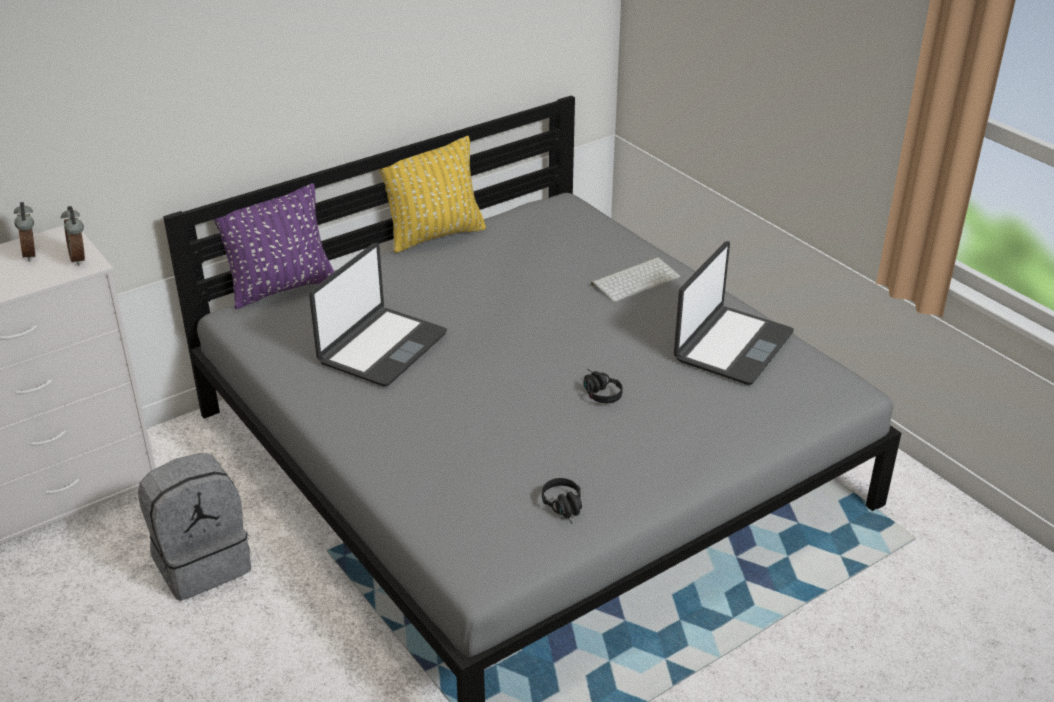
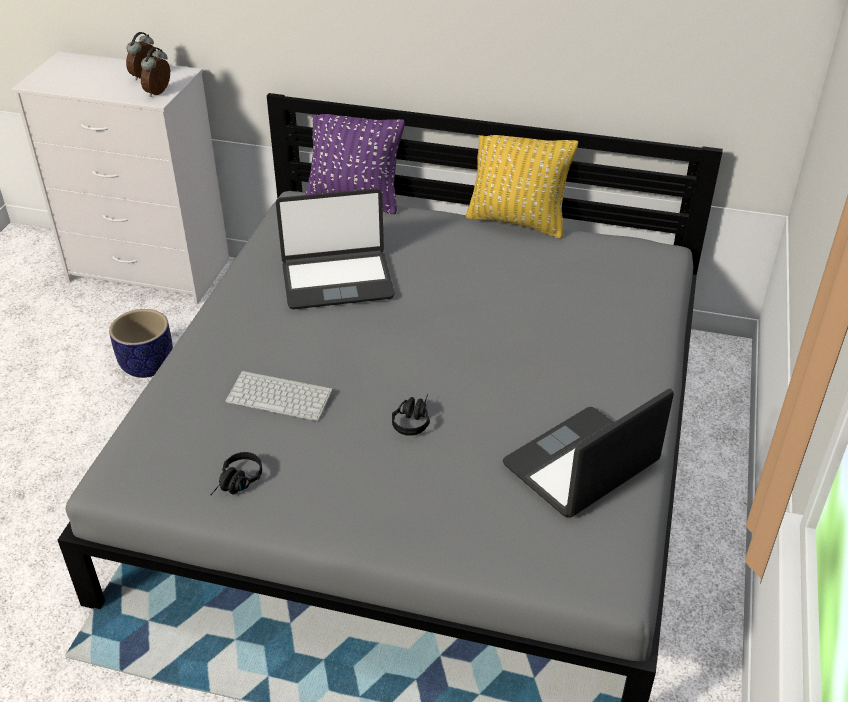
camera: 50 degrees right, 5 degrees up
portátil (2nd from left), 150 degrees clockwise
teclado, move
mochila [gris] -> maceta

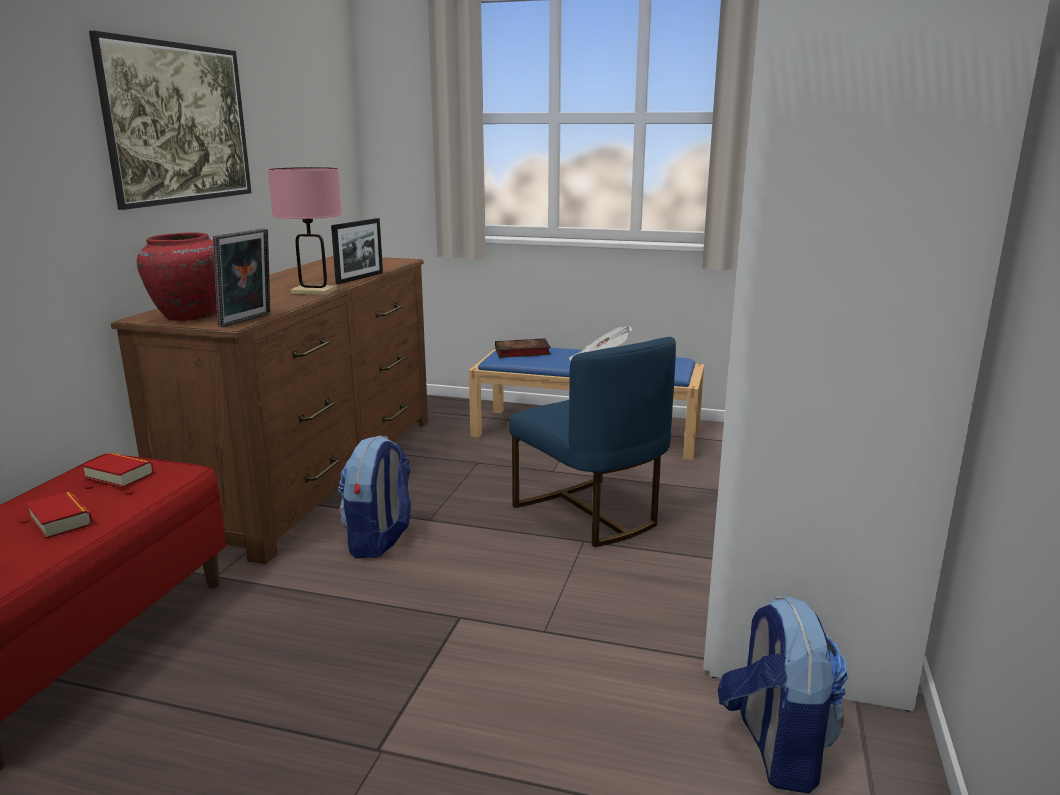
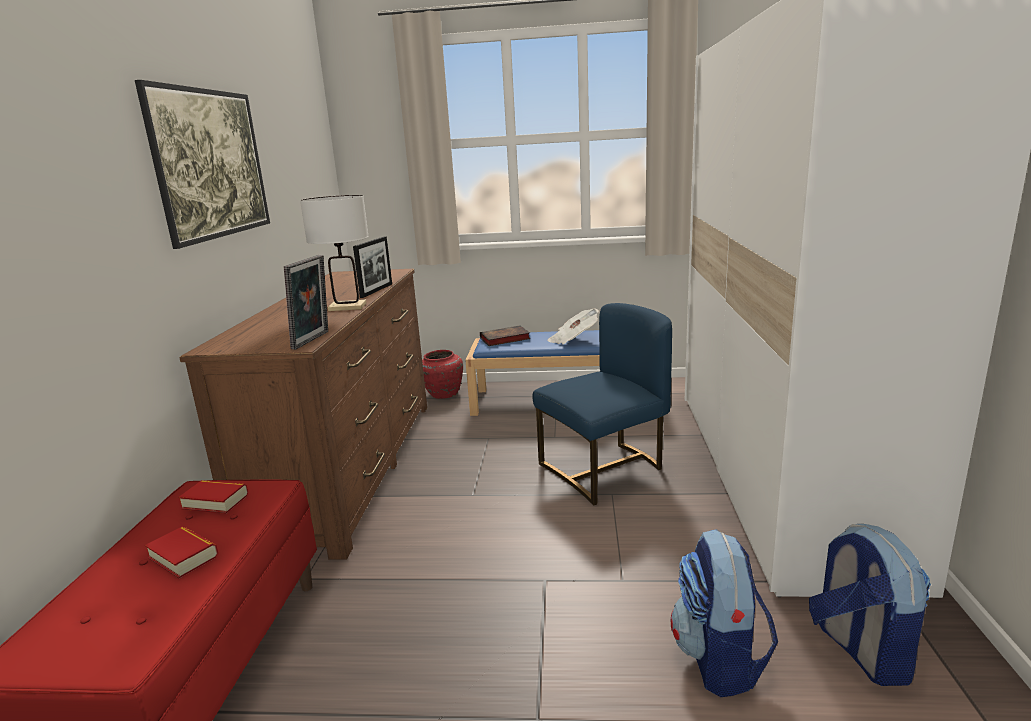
camera: 10 degrees left, 0 degrees up
lámpara de mesa [rosa] -> lámpara de mesa [blanco]
florero [rojo], move
silla [azul], 75 degrees counterclockwise
mochila (1st from left), move

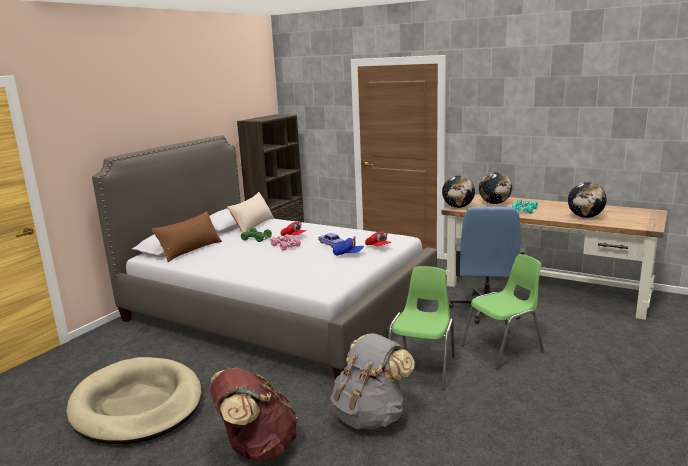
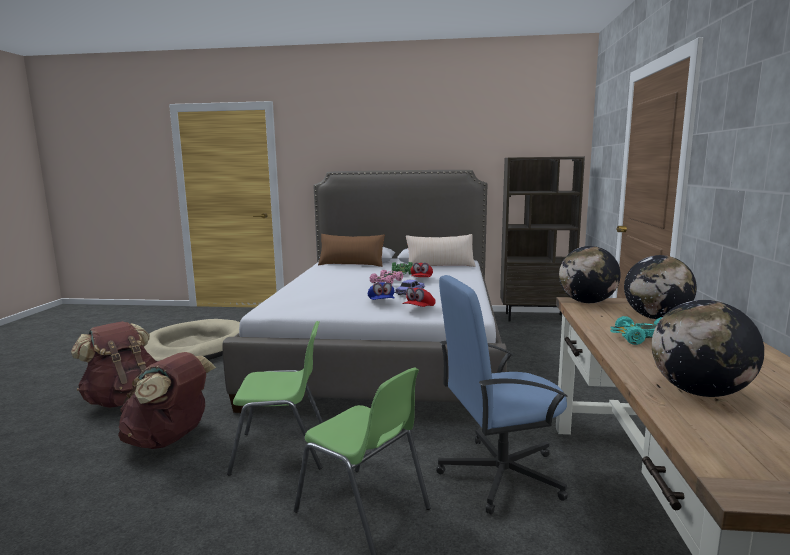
camera: 65 degrees right, 5 degrees down
mochila [gris] -> mochila [marrón] (2nd from left)

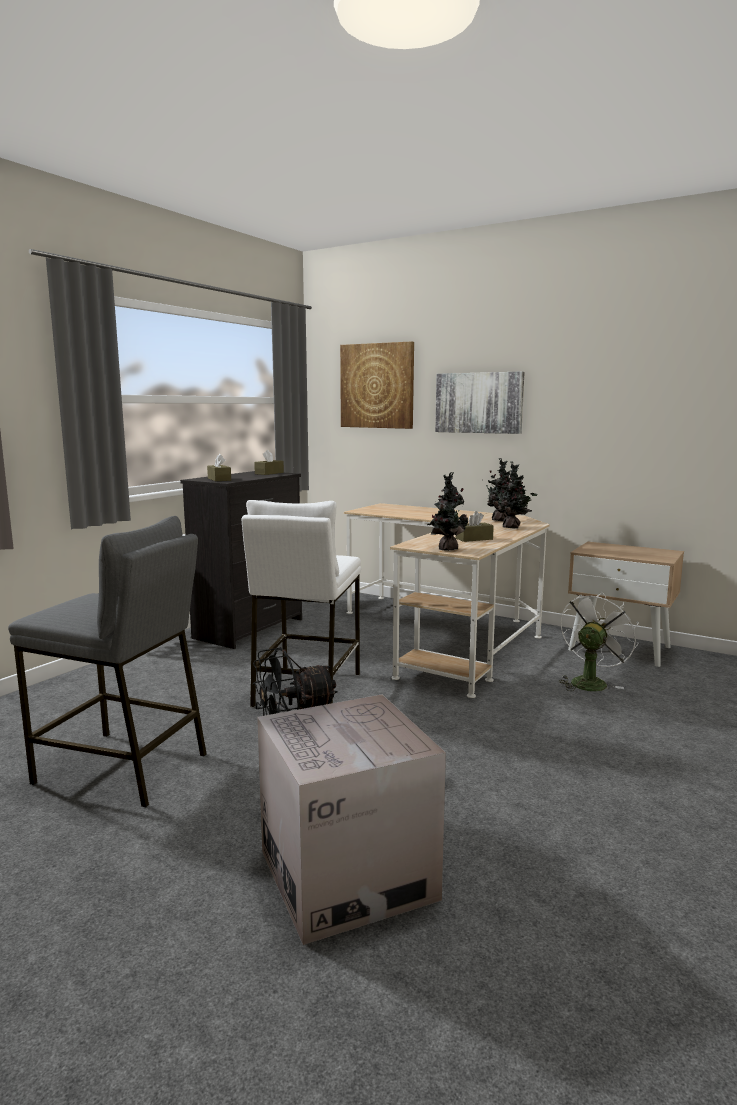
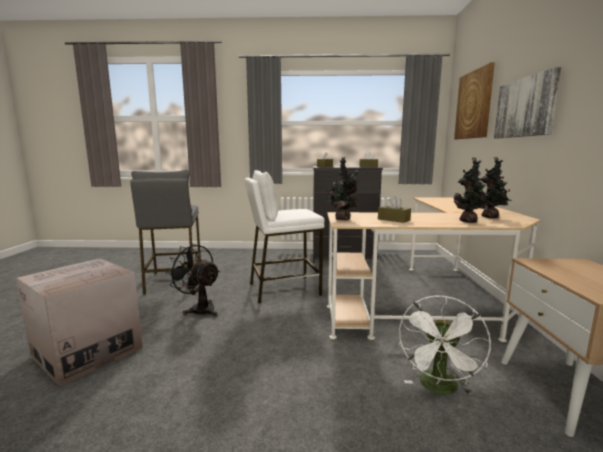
camera: 60 degrees right, 0 degrees up
ventilador [blanco], 105 degrees clockwise

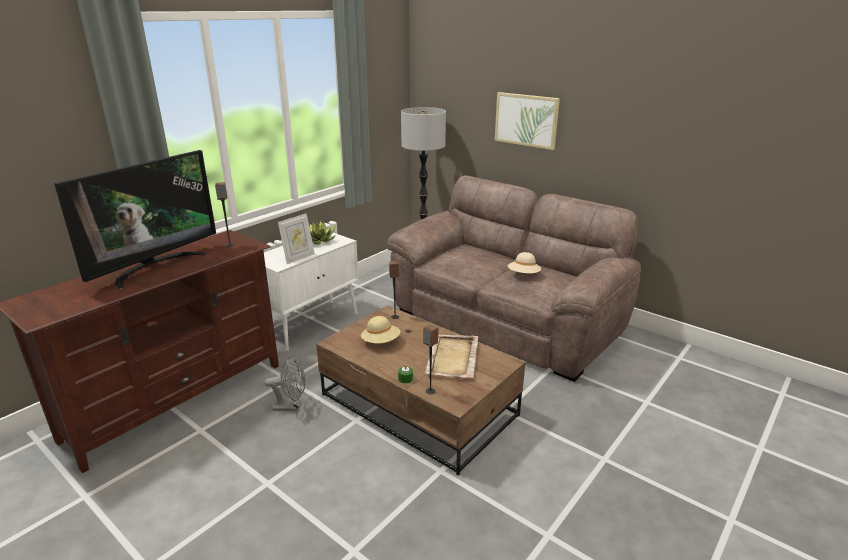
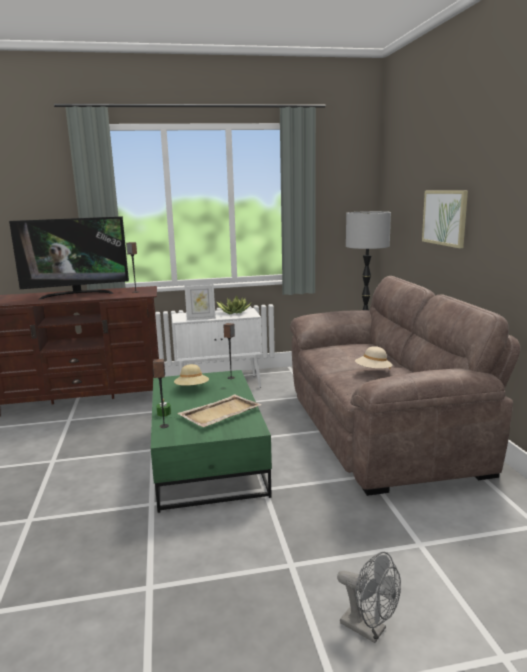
camera: 40 degrees right, 10 degrees down
mesa de centro [marrón] -> mesa de centro [verde]
ventilador [gris], move

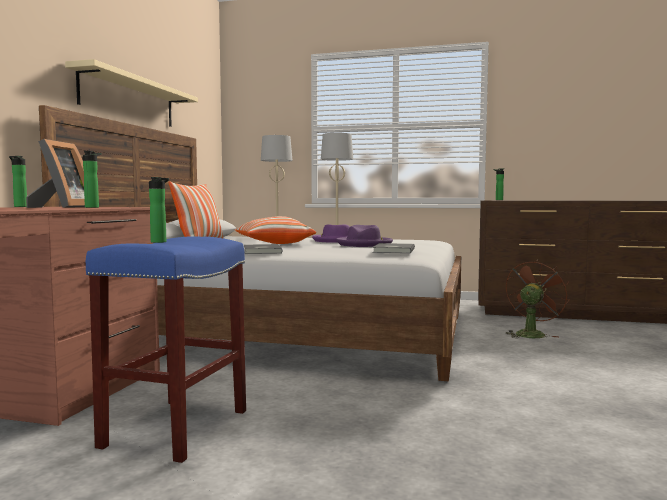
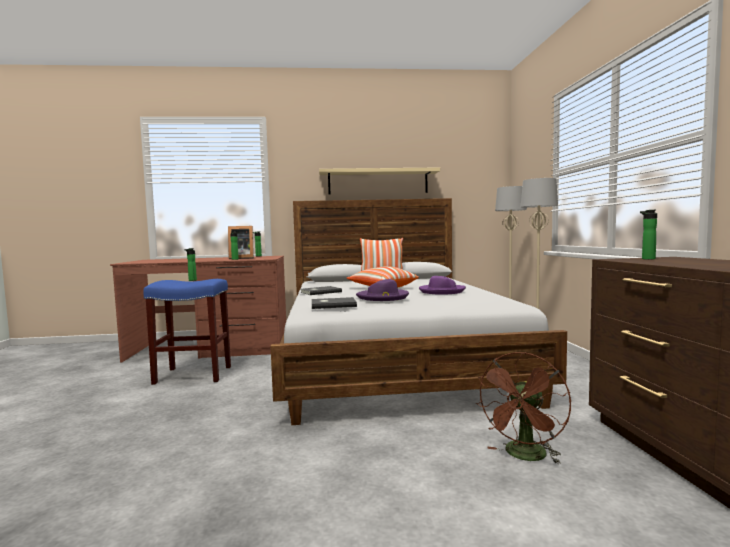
camera: 70 degrees right, 0 degrees up
ventilador [marrón], 105 degrees clockwise

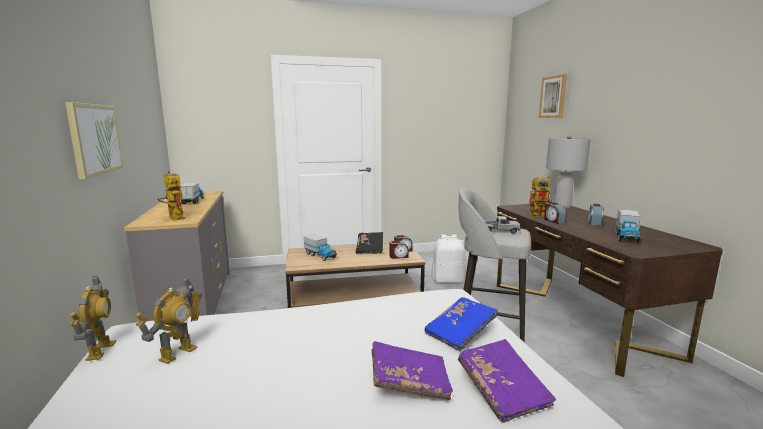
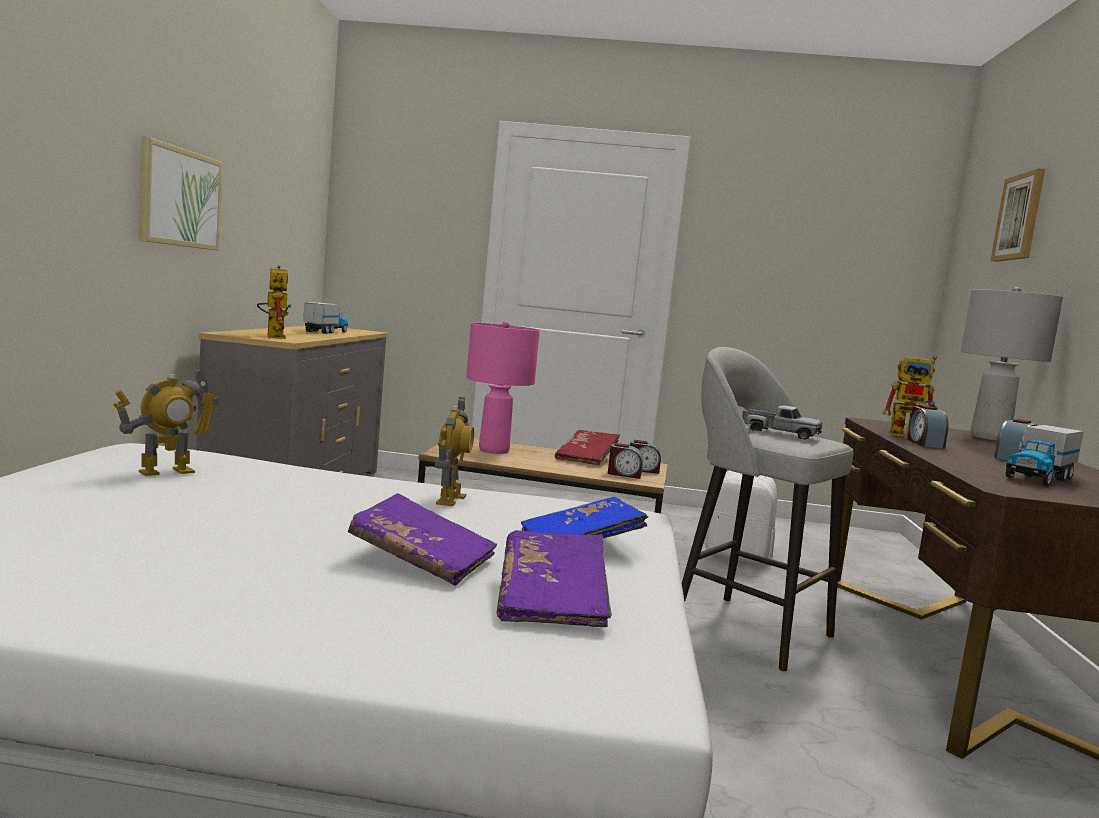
camera: 20 degrees right, 5 degrees down
libro [negro] -> libro [rojo]
camión de juguete (2nd from left) -> lámpara de mesa [rosa]
robot de juguete (1st from left in the first image) -> robot de juguete (3rd from left), move

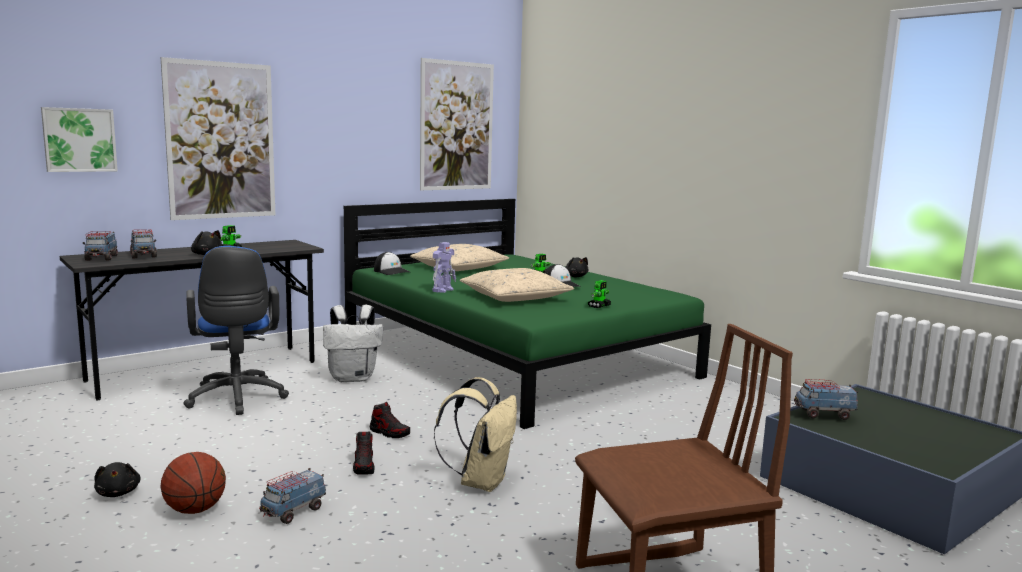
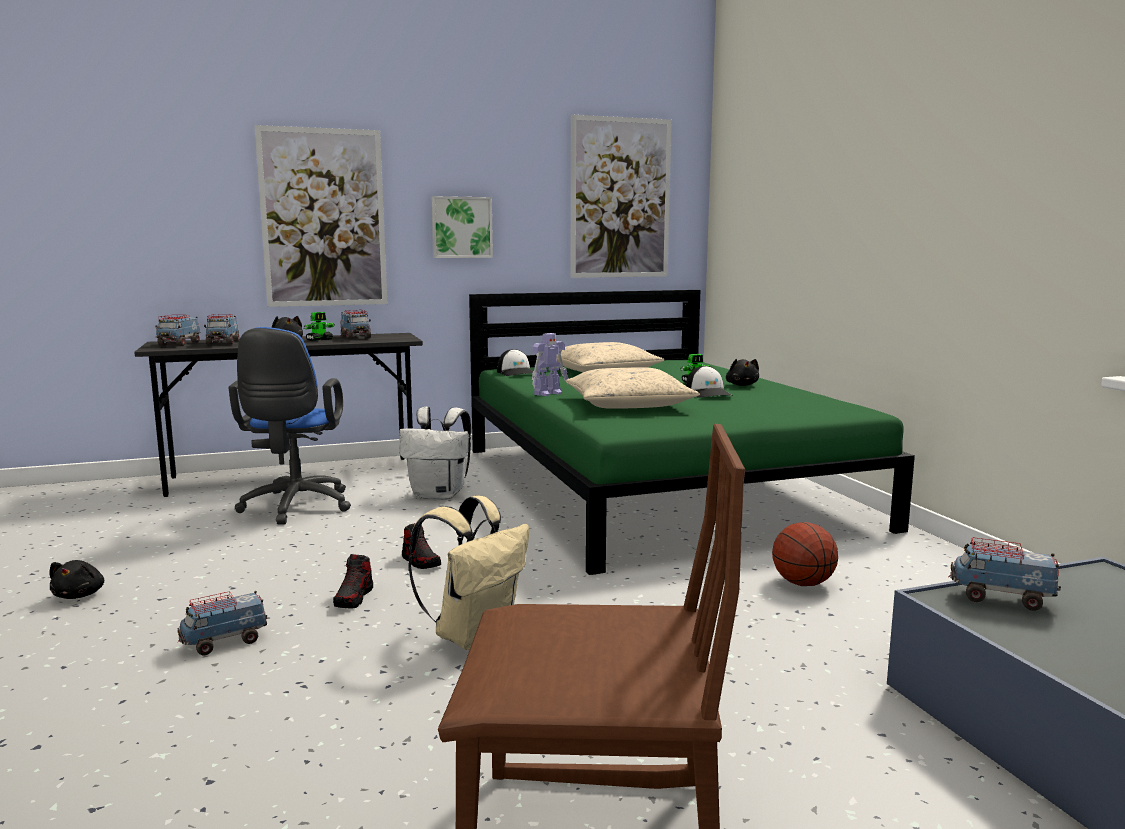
camera: 20 degrees right, 0 degrees up
cuadro (1st from left in the first image) -> cuadro (2nd from left), move
robot de juguete (4th from left) -> none
balón de baloncesto, move
none -> camión de juguete (4th from left)

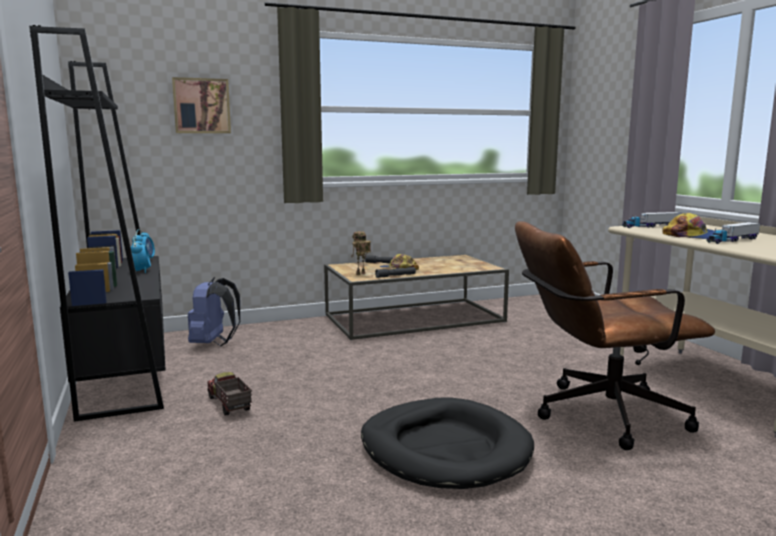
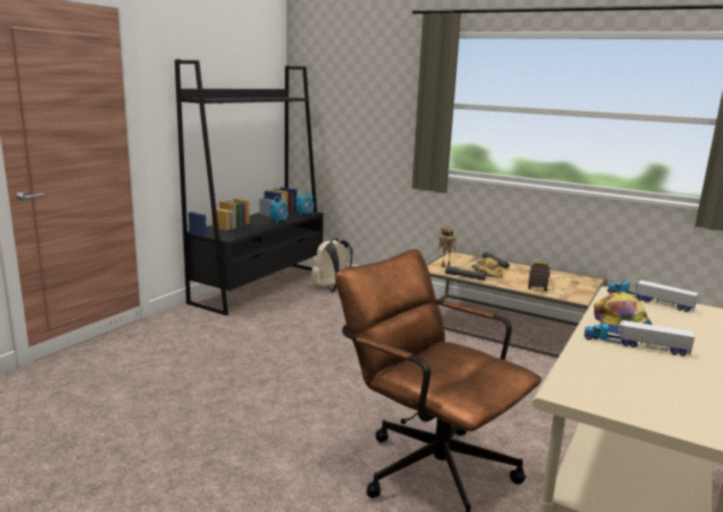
camera: 50 degrees right, 5 degrees up
cuadro -> none
mochila [azul] -> mochila [beis]
camión de juguete (1st from left), move
cama para perro [negro] -> none

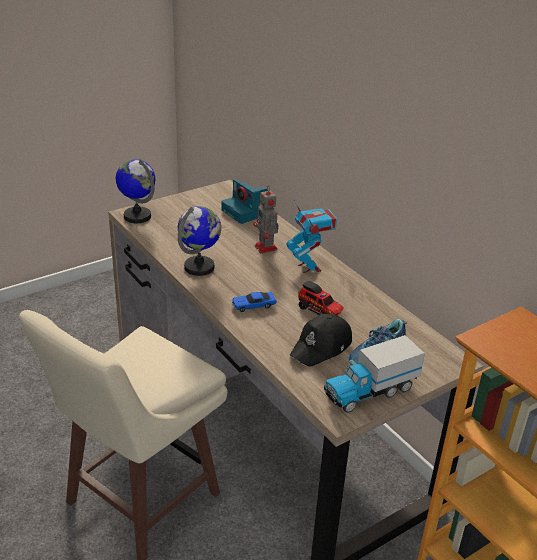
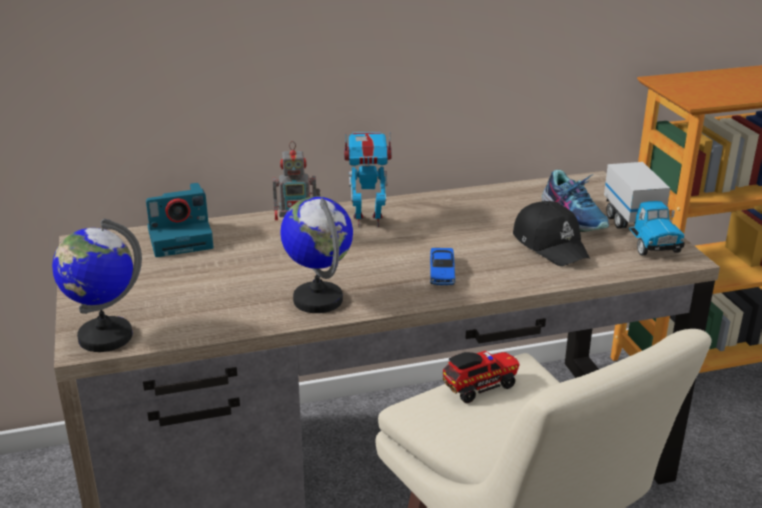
camera: 70 degrees left, 5 degrees down
camión de juguete (1st from left), move

